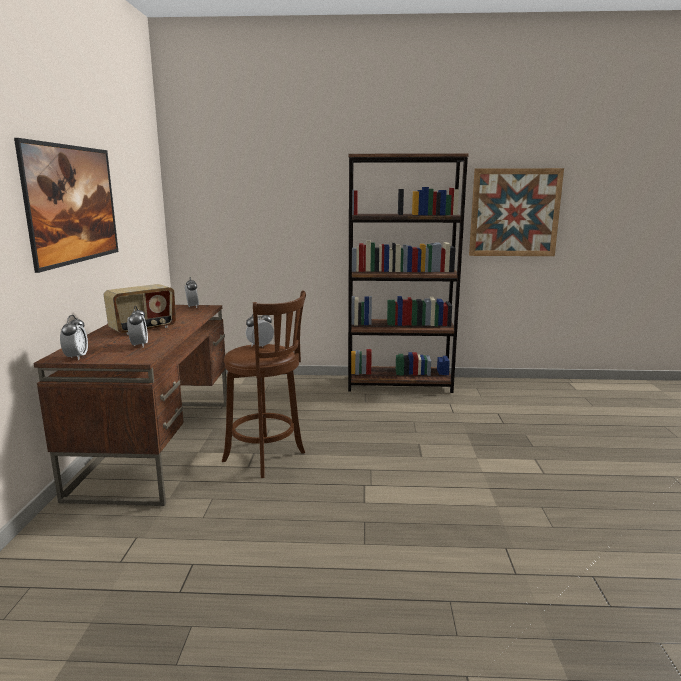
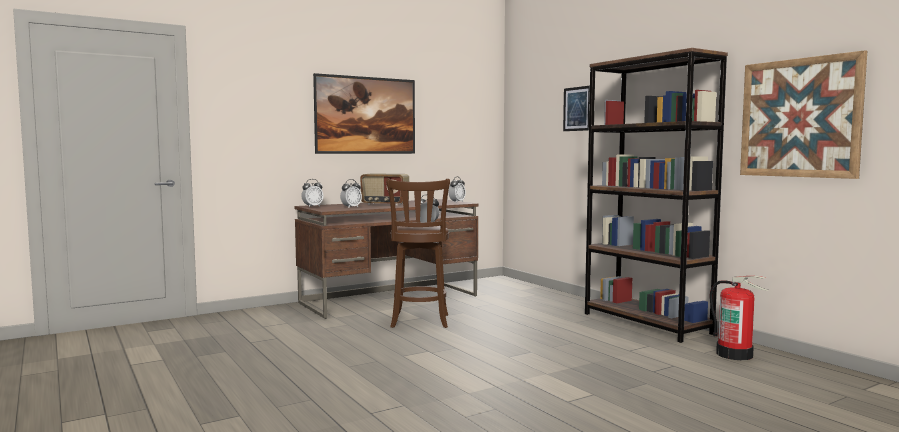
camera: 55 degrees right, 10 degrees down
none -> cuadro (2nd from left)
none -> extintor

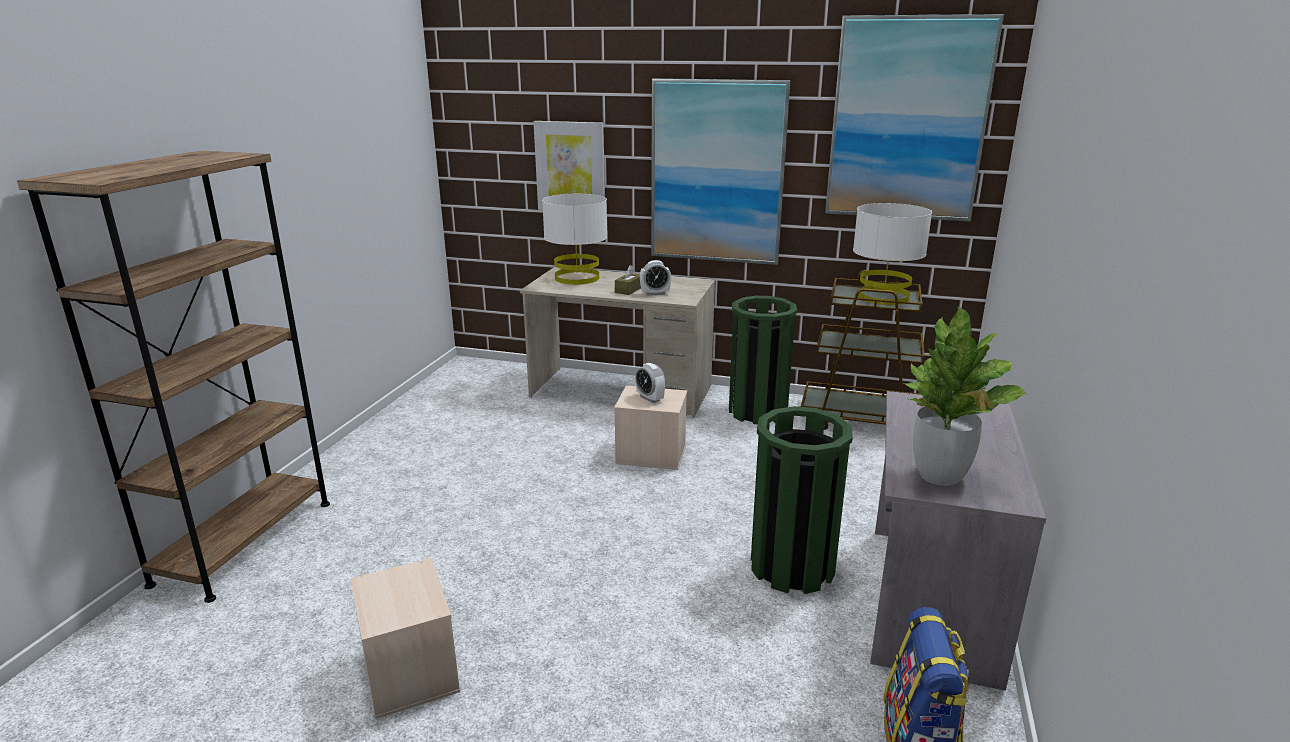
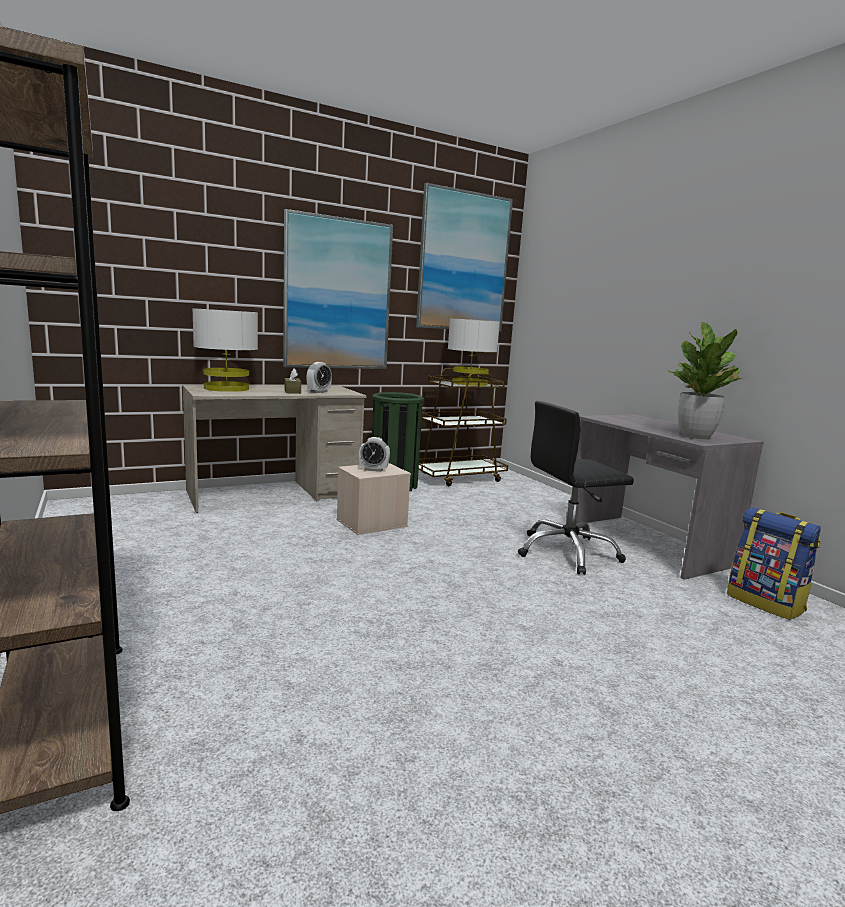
camera: 45 degrees left, 10 degrees down
cuadro (1st from left) -> none
papelera [verde] (2nd from left) -> silla de oficina [negro]
caja de almacenaje [beis] (1st from left) -> none

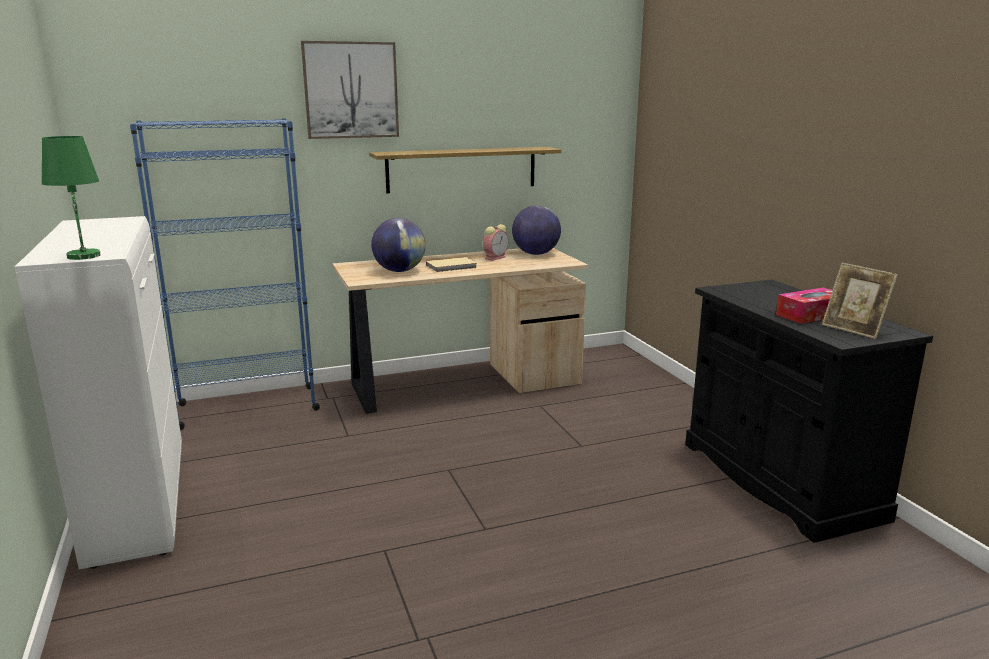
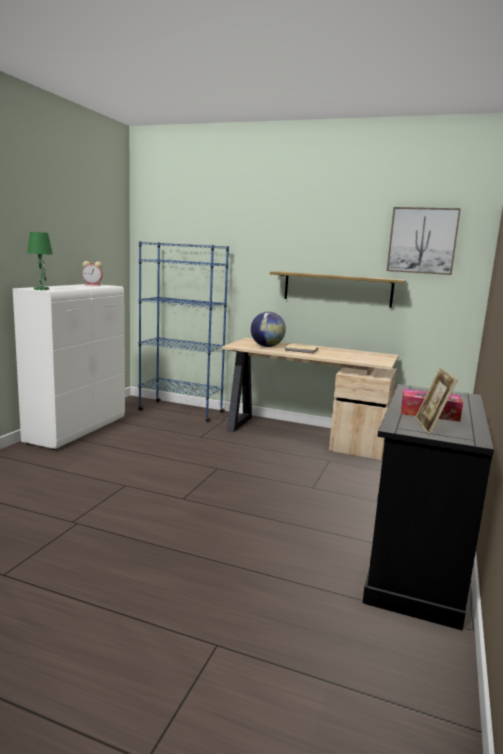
camera: 40 degrees right, 5 degrees down
cuadro, move
globo terráqueo (2nd from left) -> none
despertador, move

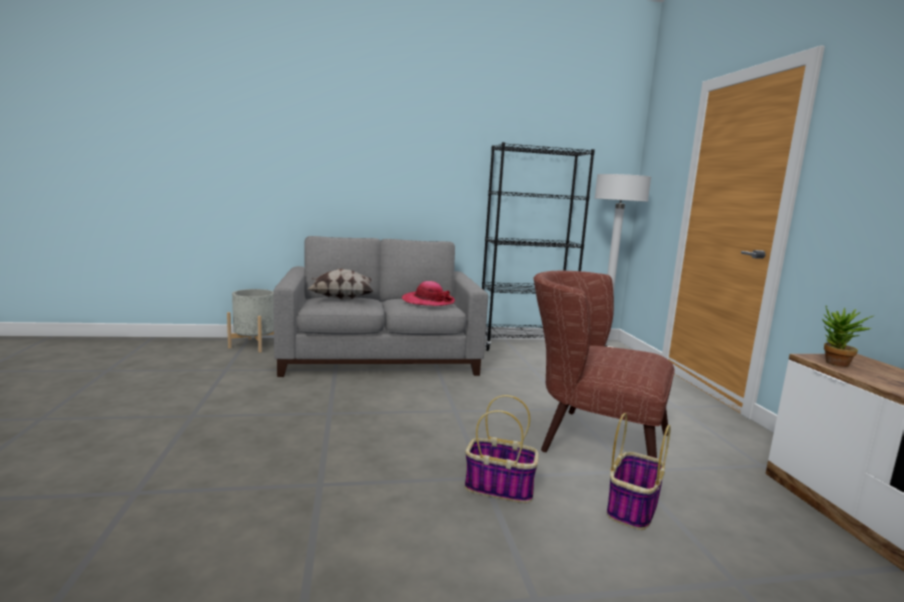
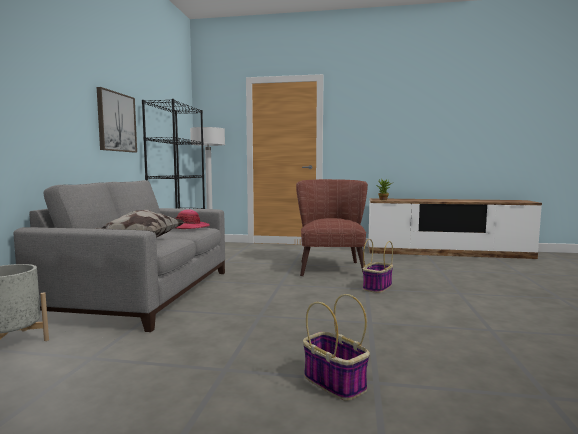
camera: 70 degrees left, 5 degrees down
sillón [marrón], 135 degrees clockwise
cesta (2nd from left in the first image) -> cesta (1st from left), move
none -> cuadro

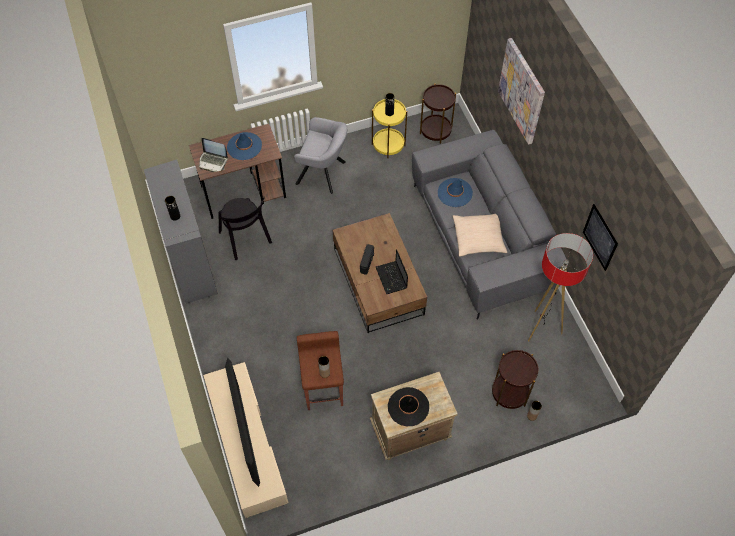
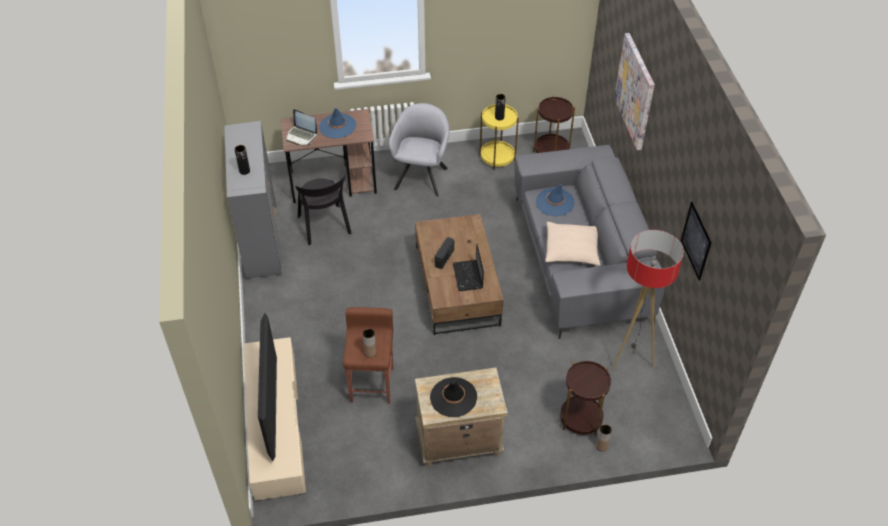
camera: 10 degrees right, 10 degrees down
sillón [gris], 105 degrees counterclockwise

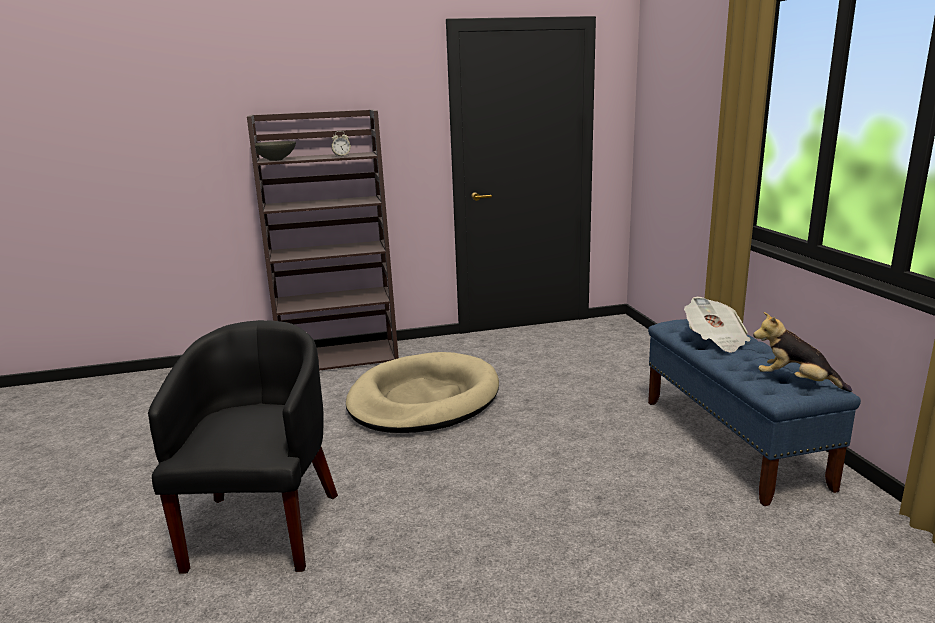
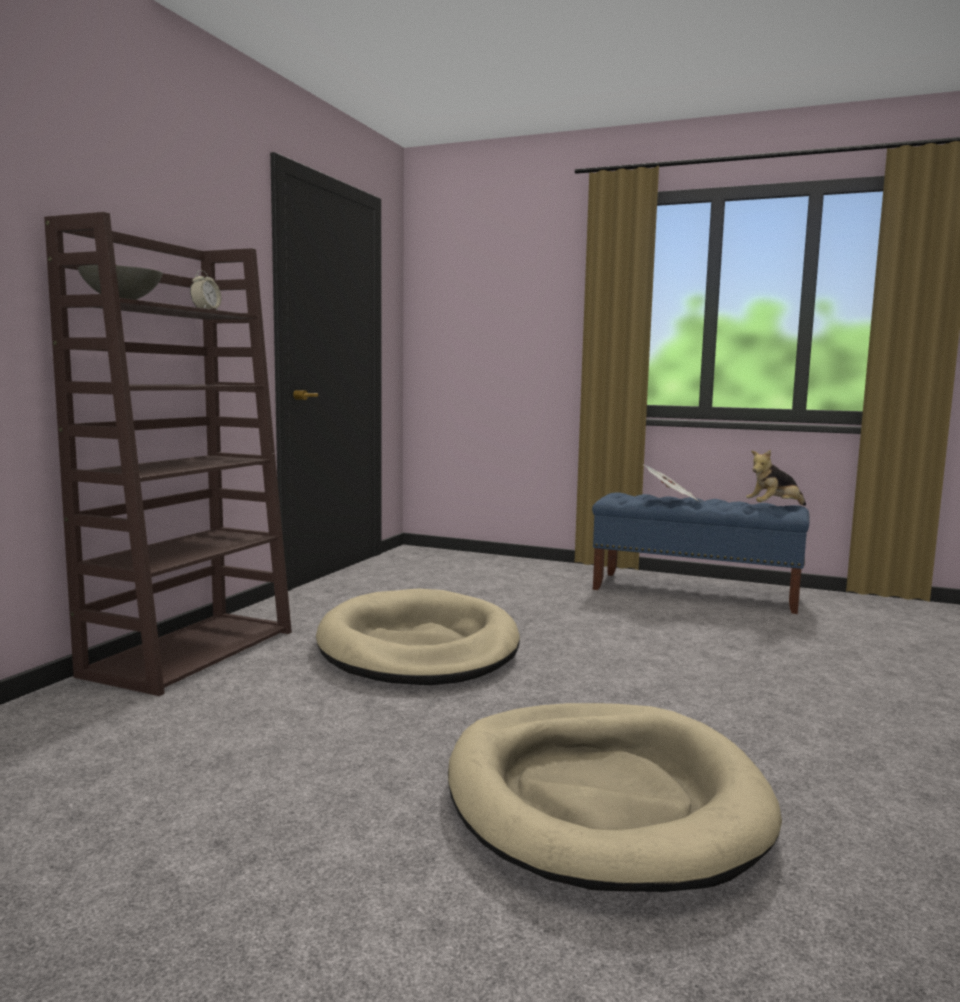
camera: 55 degrees left, 10 degrees down
sillón [negro] -> cama para perro [beis] (2nd from left)

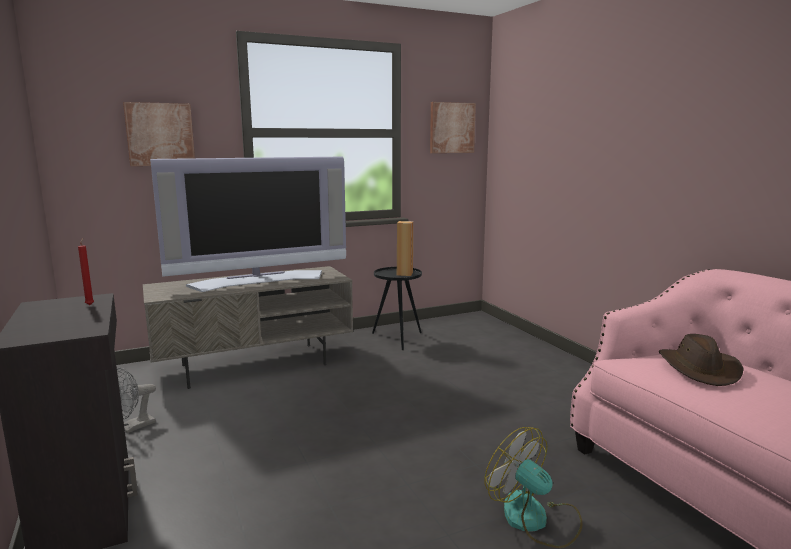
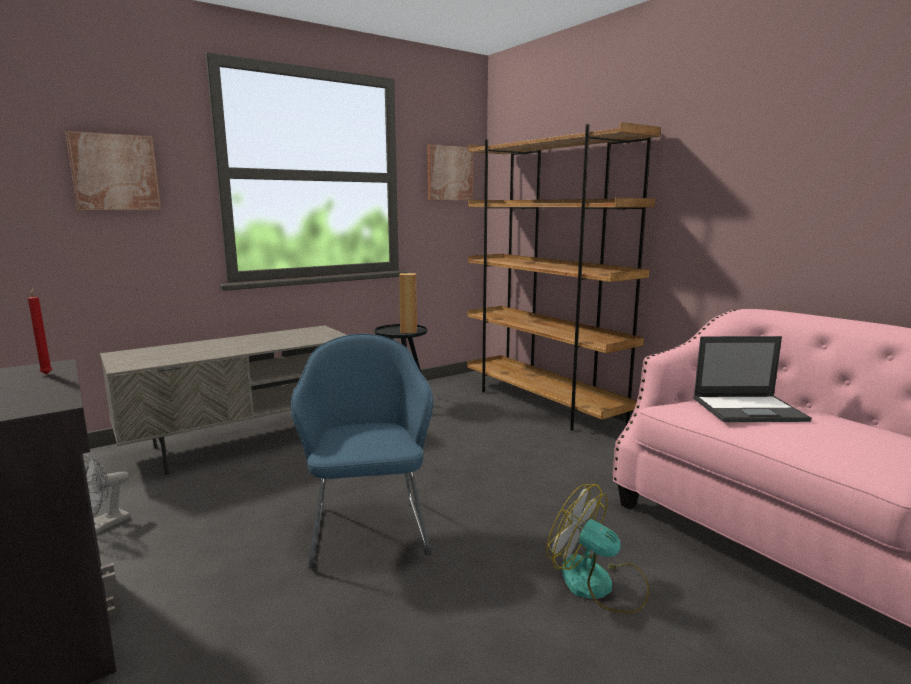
camera: 10 degrees left, 0 degrees up
televisor -> none
sombrero [marrón] -> portátil
none -> estantería [marrón]
none -> sillón [azul]

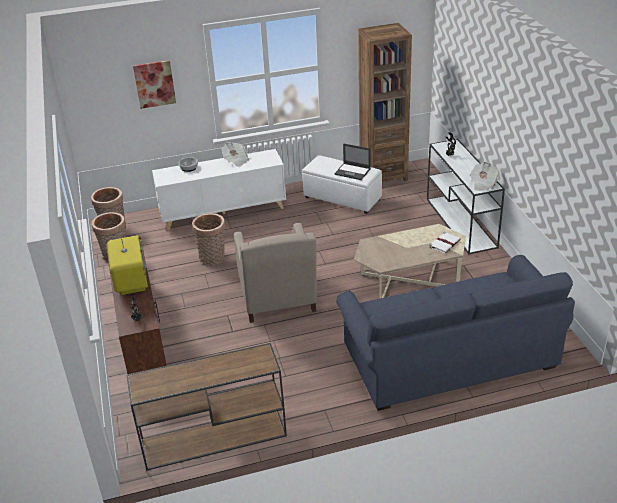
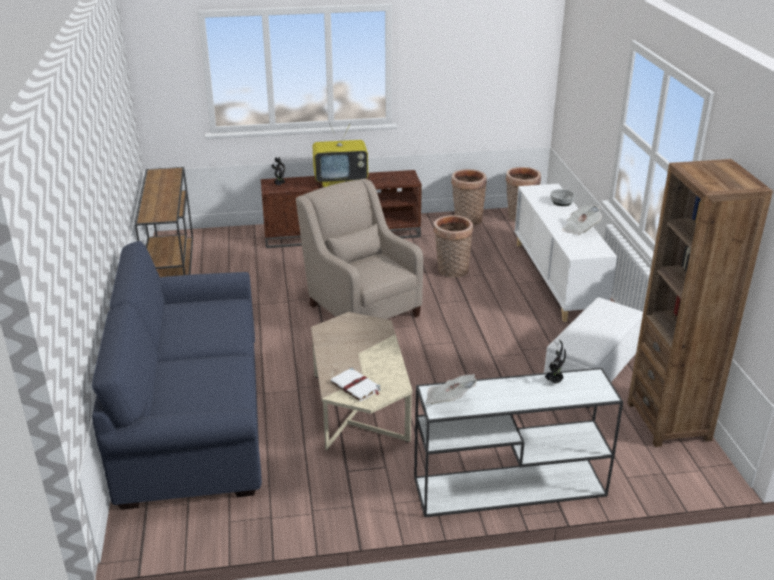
camera: 95 degrees right, 5 degrees down
cuadro -> none
portátil -> none
sillón [beis], 60 degrees clockwise

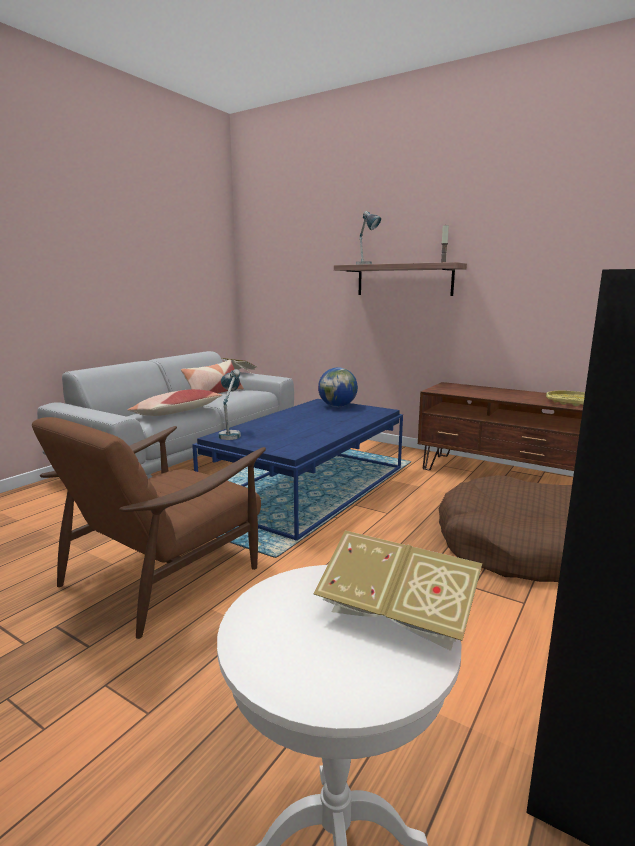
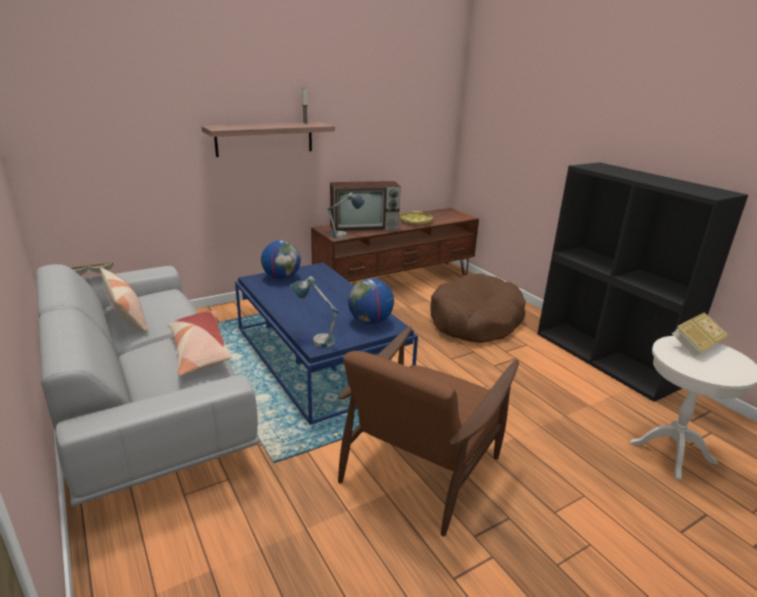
camera: 65 degrees left, 10 degrees up
lámpara de mesa (2nd from left), move
sillón [marrón], 60 degrees clockwise
none -> televisor
none -> globo terráqueo (2nd from left)

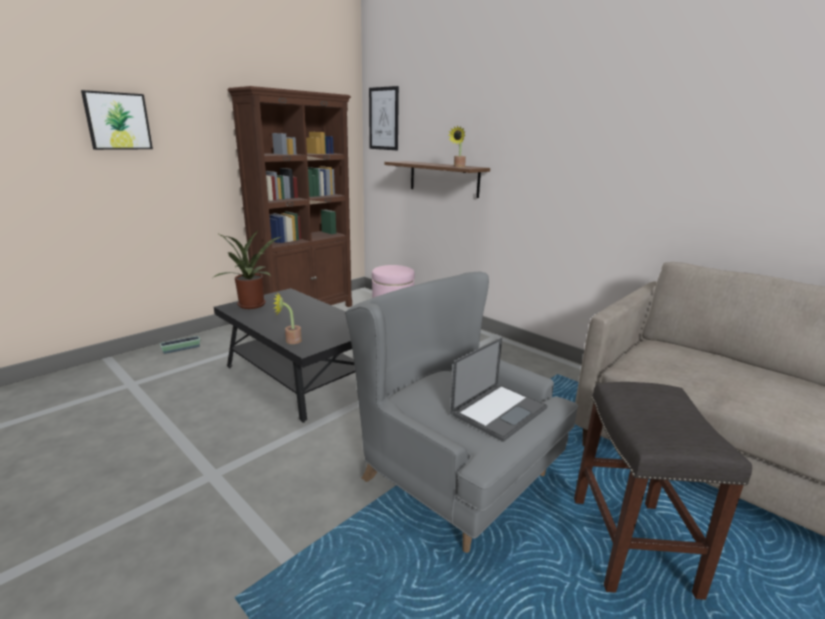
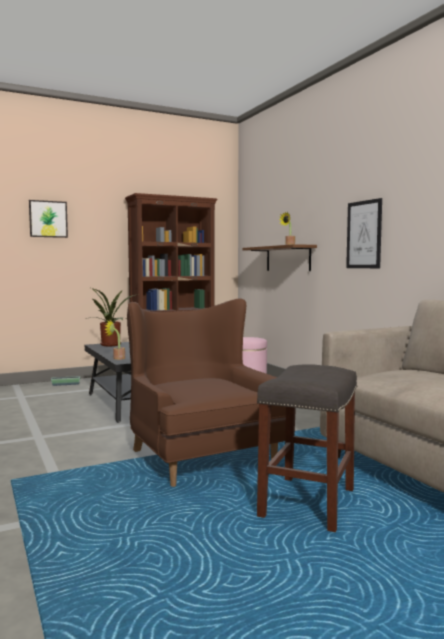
camera: 20 degrees right, 15 degrees down
cuadro (2nd from left), move
sillón [gris] -> sillón [marrón]
portátil -> none

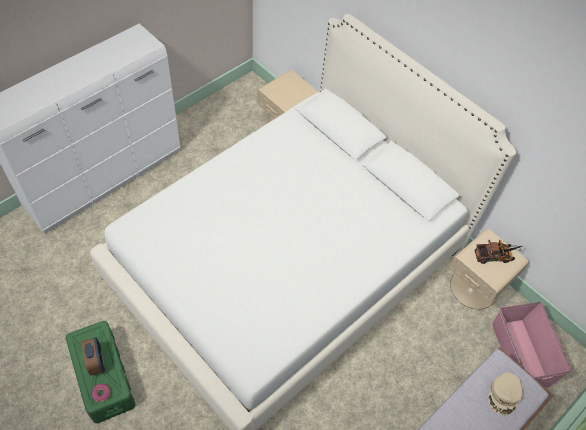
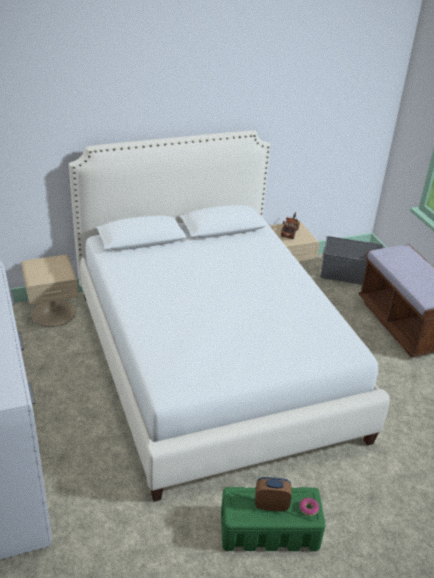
camera: 65 degrees left, 20 degrees down
caja de almacenaje [rosa] -> caja de almacenaje [gris]
gorra [beis] -> none

